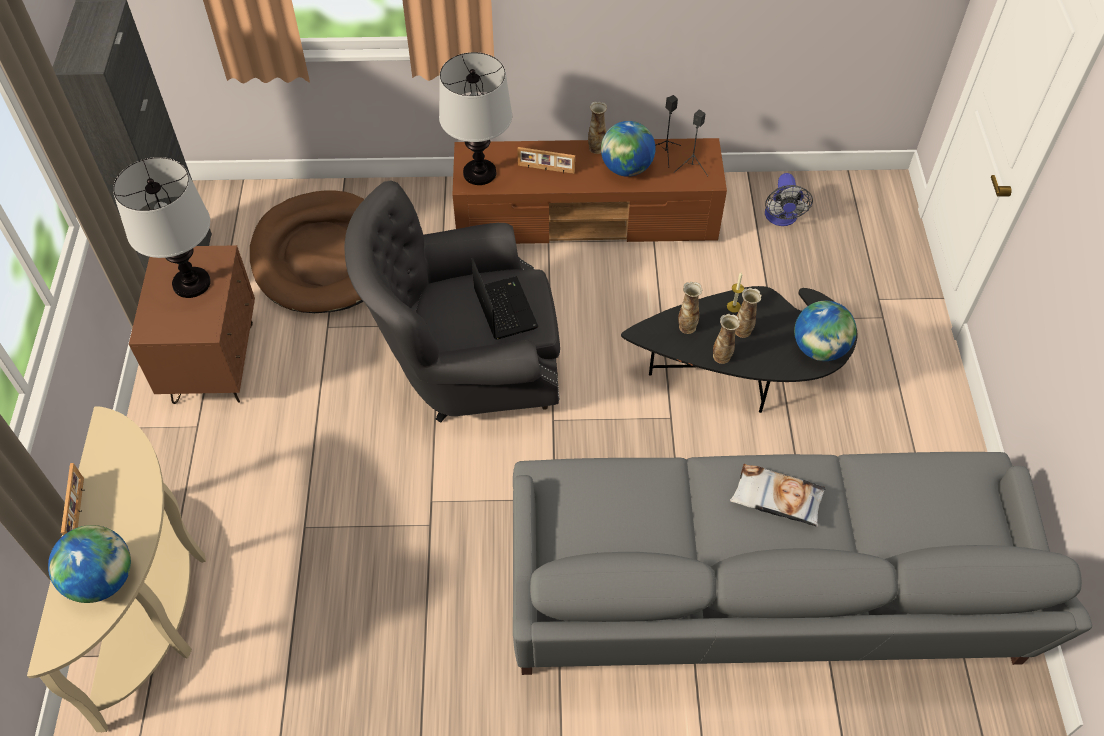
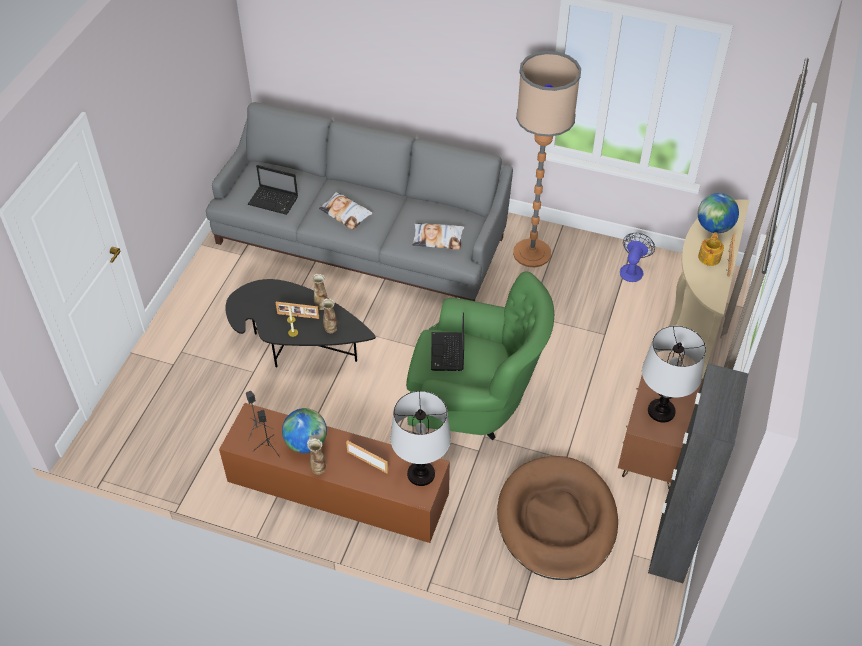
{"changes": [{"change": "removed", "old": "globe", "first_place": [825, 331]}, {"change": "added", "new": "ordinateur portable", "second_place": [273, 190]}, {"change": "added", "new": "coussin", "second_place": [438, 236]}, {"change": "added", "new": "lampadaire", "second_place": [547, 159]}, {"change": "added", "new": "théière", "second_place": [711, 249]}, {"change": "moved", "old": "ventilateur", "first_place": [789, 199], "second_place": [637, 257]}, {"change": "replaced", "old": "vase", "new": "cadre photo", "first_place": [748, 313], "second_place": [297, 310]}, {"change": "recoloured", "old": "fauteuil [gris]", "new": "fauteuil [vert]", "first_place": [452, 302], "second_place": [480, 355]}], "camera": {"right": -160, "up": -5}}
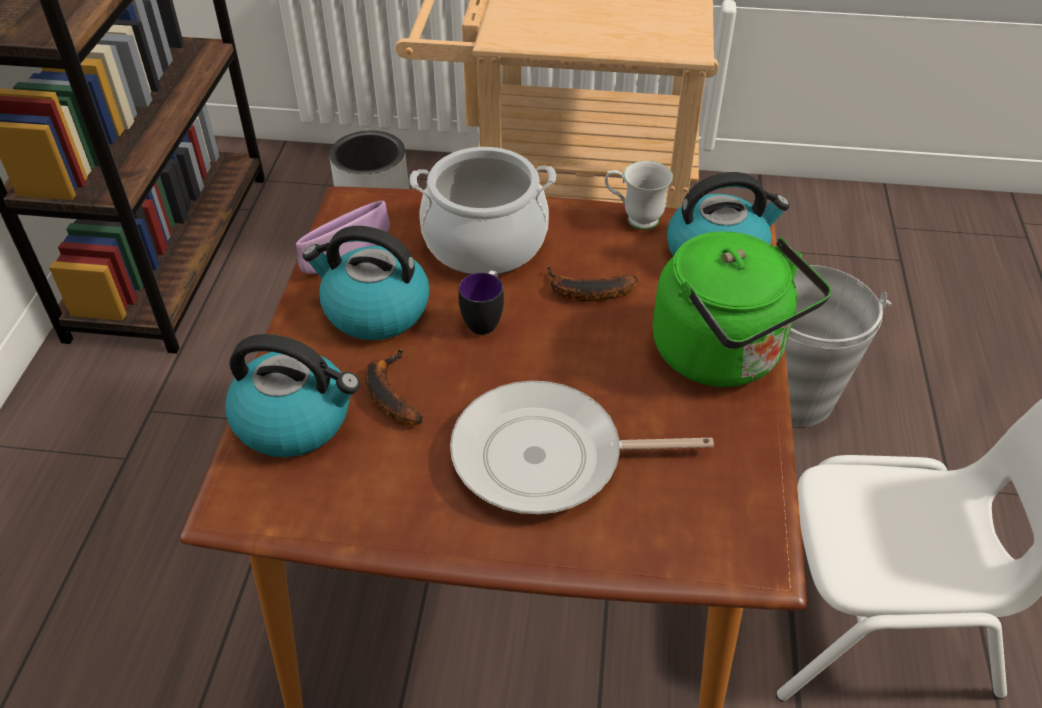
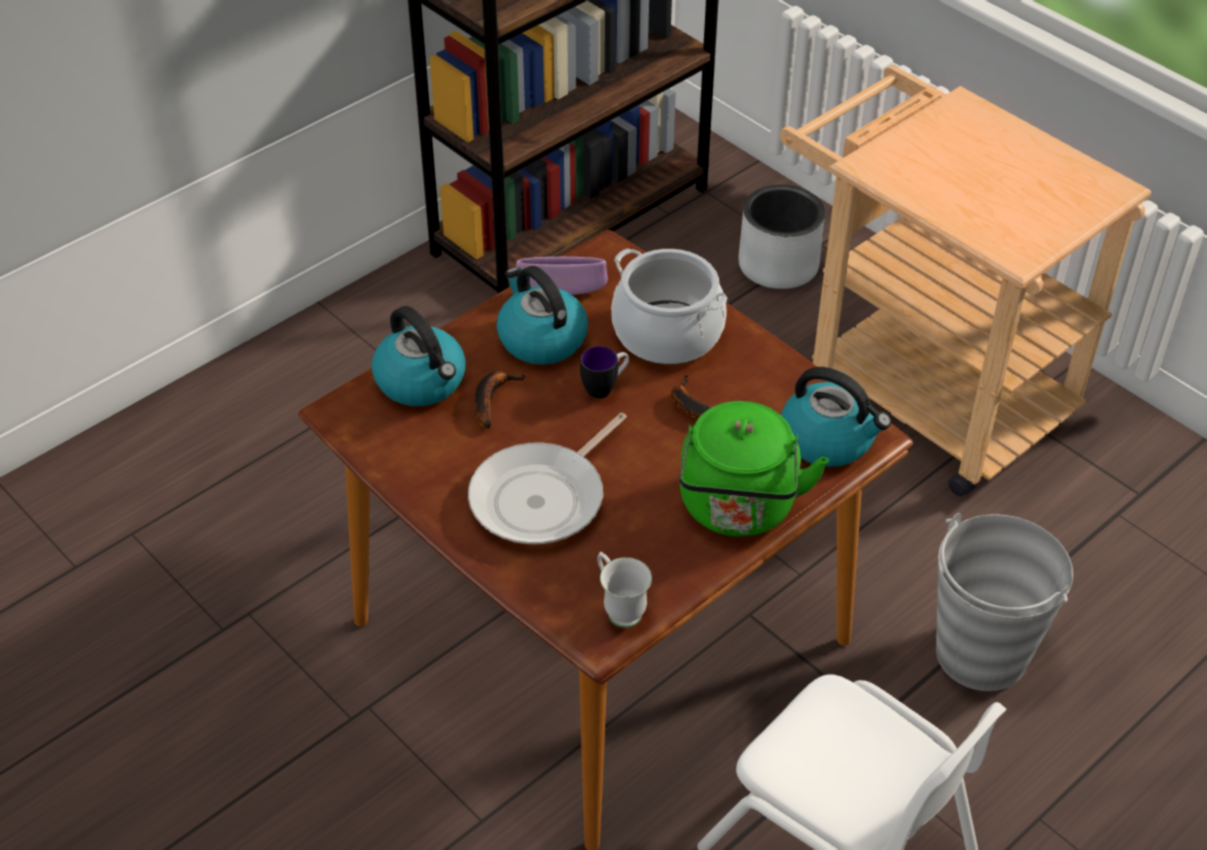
{"changes": [{"change": "moved", "old": "mug [blanc]", "first_place": [639, 195], "second_place": [624, 590]}, {"change": "turned", "old": "poêle", "first_place": [582, 447], "second_place": [547, 478], "degrees": -90}], "camera": {"right": 40, "up": 0}}
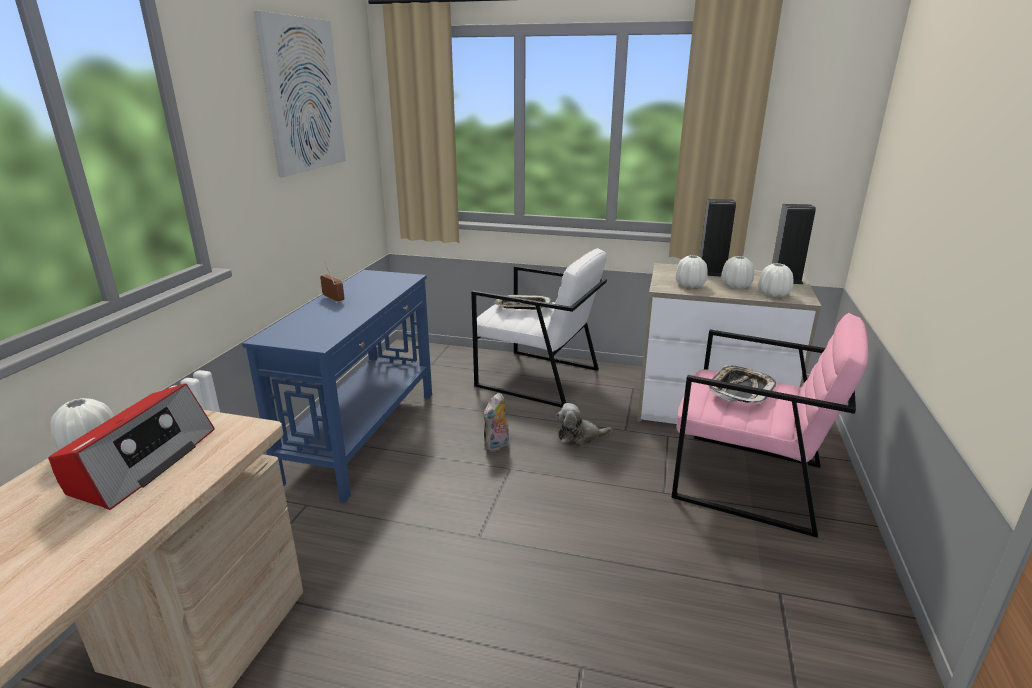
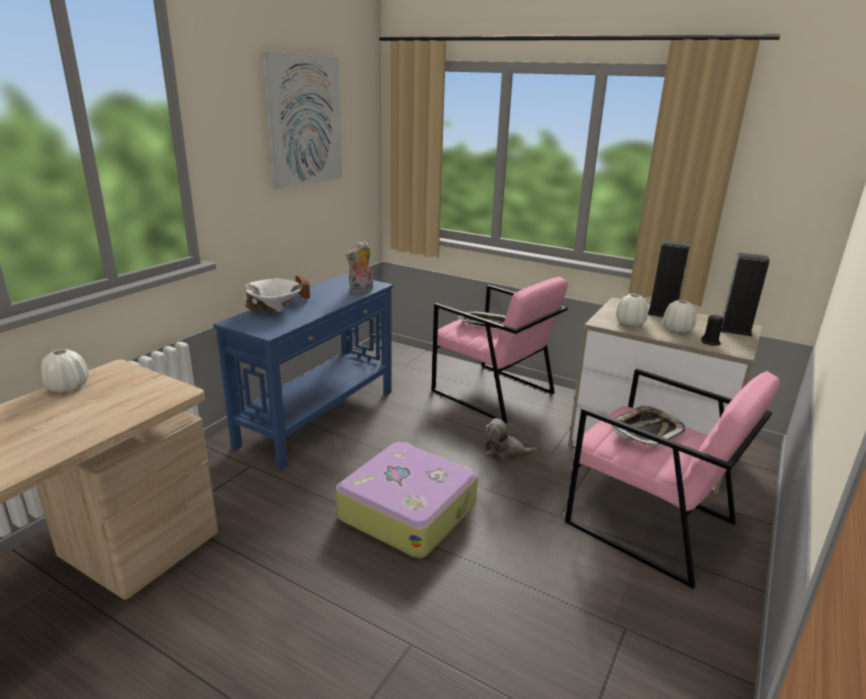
{"changes": [{"change": "removed", "old": "radio", "first_place": [131, 447]}, {"change": "added", "new": "bol [blanc]", "second_place": [273, 296]}, {"change": "added", "new": "valise", "second_place": [407, 500]}, {"change": "moved", "old": "peluche", "first_place": [496, 422], "second_place": [359, 267]}, {"change": "replaced", "old": "vase [blanc]", "new": "bougie [noir]", "first_place": [775, 280], "second_place": [712, 330]}, {"change": "recoloured", "old": "fauteuil [blanc]", "new": "fauteuil [rose]", "first_place": [539, 328], "second_place": [499, 350]}], "camera": {"right": 15, "up": 0}}
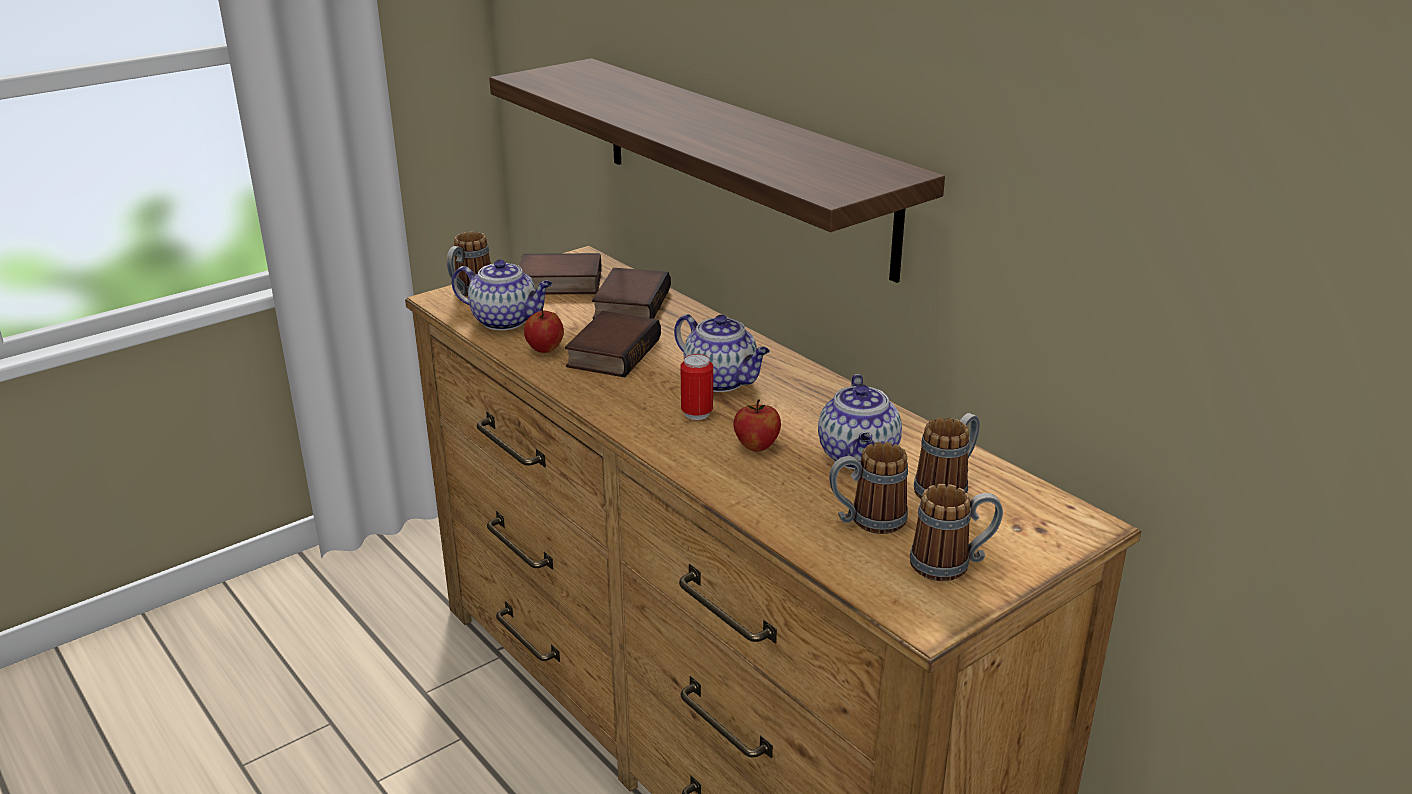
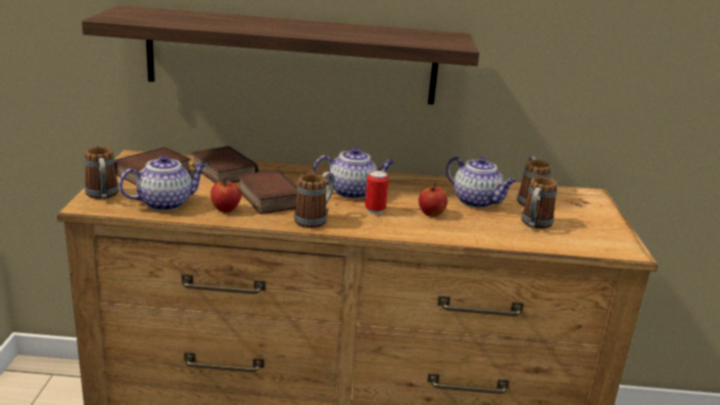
{"changes": [{"change": "moved", "old": "mug", "first_place": [956, 532], "second_place": [314, 200]}], "camera": {"right": -50, "up": -5}}
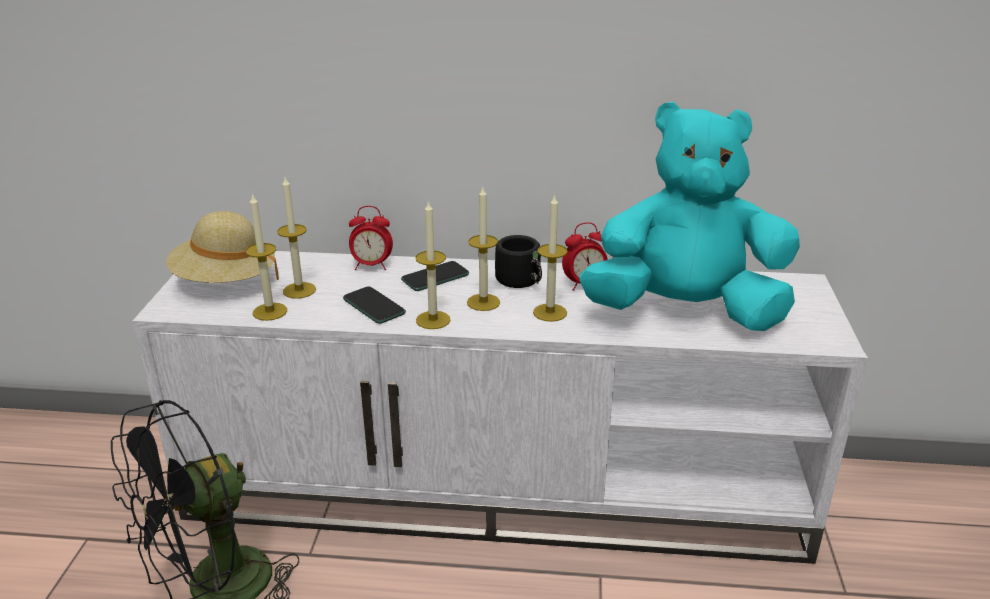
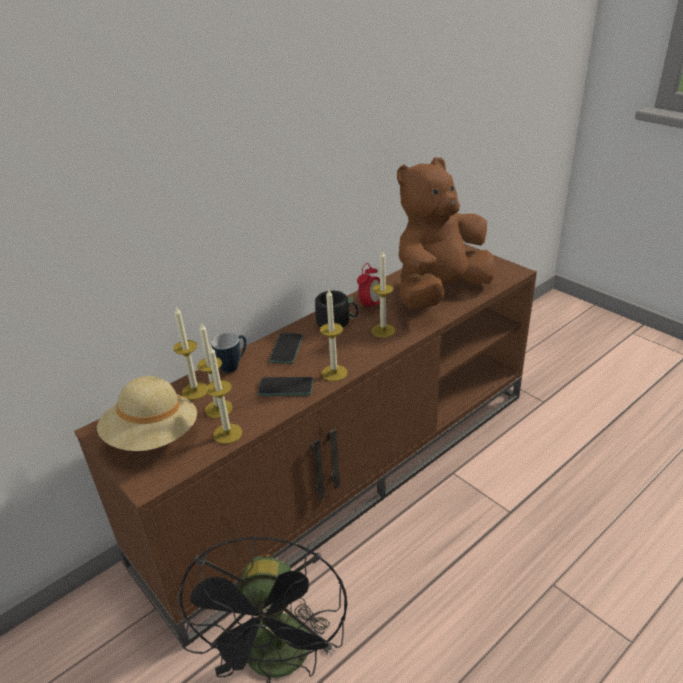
{"changes": [{"change": "moved", "old": "bougie", "first_place": [483, 248], "second_place": [190, 353]}, {"change": "replaced", "old": "réveil", "new": "mug", "first_place": [371, 238], "second_place": [228, 353]}, {"change": "recoloured", "old": "meuble télé [blanc]", "new": "meuble télé [marron]", "first_place": [500, 407], "second_place": [305, 446]}, {"change": "recoloured", "old": "peluche [turquoise]", "new": "peluche [marron]", "first_place": [689, 216], "second_place": [446, 233]}], "camera": {"right": -45, "up": 5}}
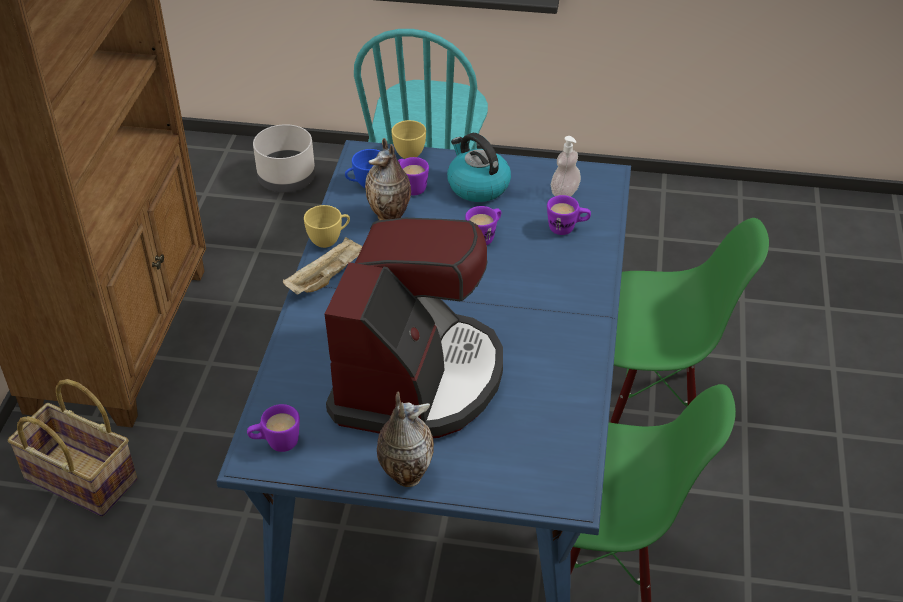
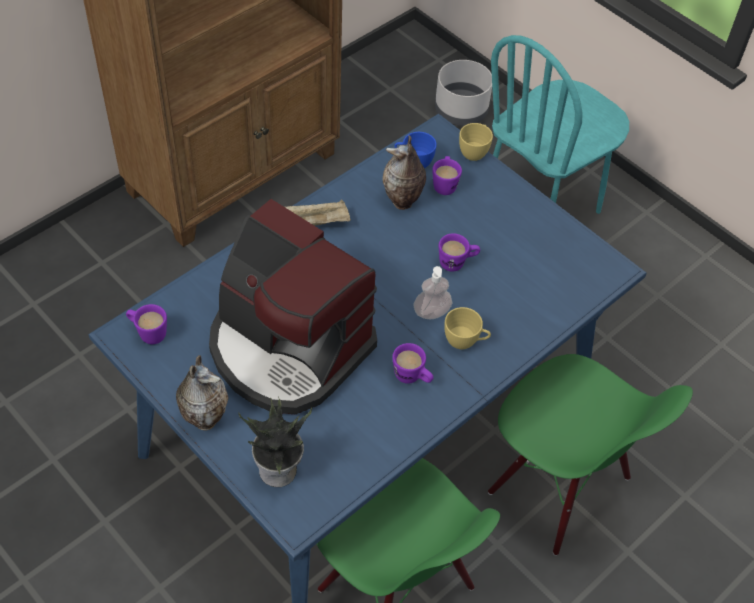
{"changes": [{"change": "removed", "old": "panier", "first_place": [72, 448]}, {"change": "removed", "old": "bouilloire", "first_place": [479, 167]}, {"change": "added", "new": "plante en pot", "second_place": [275, 441]}, {"change": "moved", "old": "tasse [jaune]", "first_place": [327, 226], "second_place": [467, 328]}, {"change": "moved", "old": "mug [violet]", "first_place": [569, 215], "second_place": [412, 363]}, {"change": "moved", "old": "distributeur de savon", "first_place": [566, 166], "second_place": [432, 292]}, {"change": "turned", "old": "machine à café", "first_place": [414, 328], "second_place": [293, 306], "degrees": 75}], "camera": {"right": 35, "up": 10}}
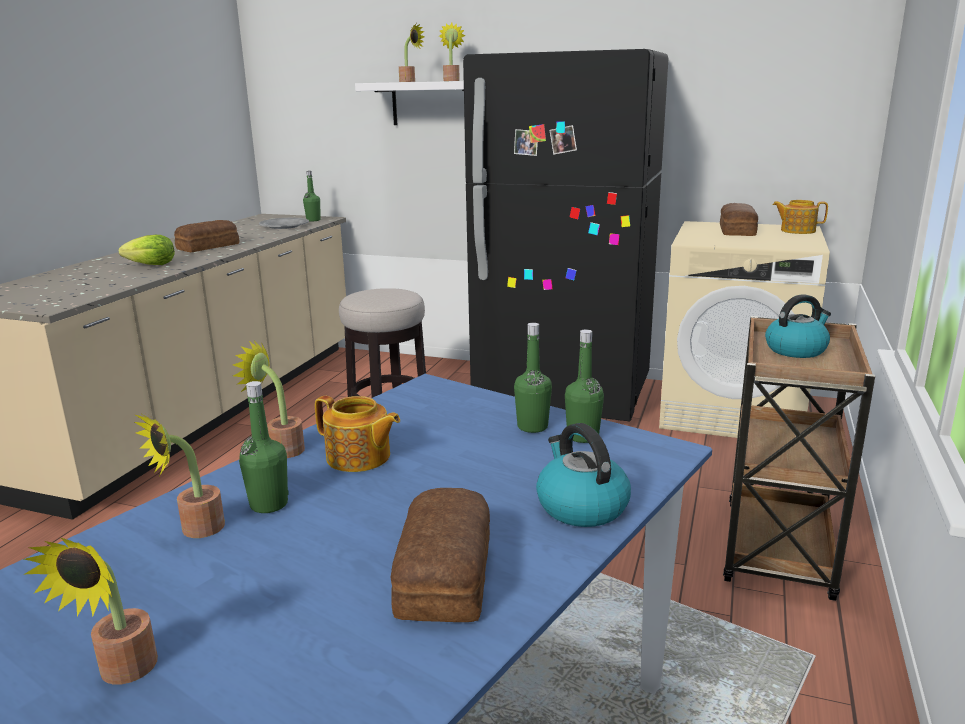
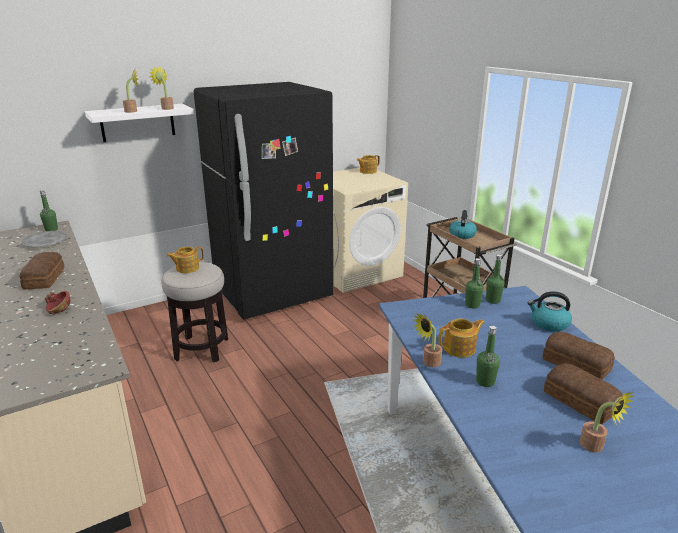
{"changes": [{"change": "removed", "old": "plante en pot", "first_place": [179, 475]}, {"change": "added", "new": "théière", "second_place": [185, 259]}, {"change": "moved", "old": "pain", "first_place": [739, 219], "second_place": [583, 393]}, {"change": "replaced", "old": "laitue", "new": "bol [rouge]", "first_place": [147, 250], "second_place": [58, 303]}], "camera": {"right": -50, "up": 5}}
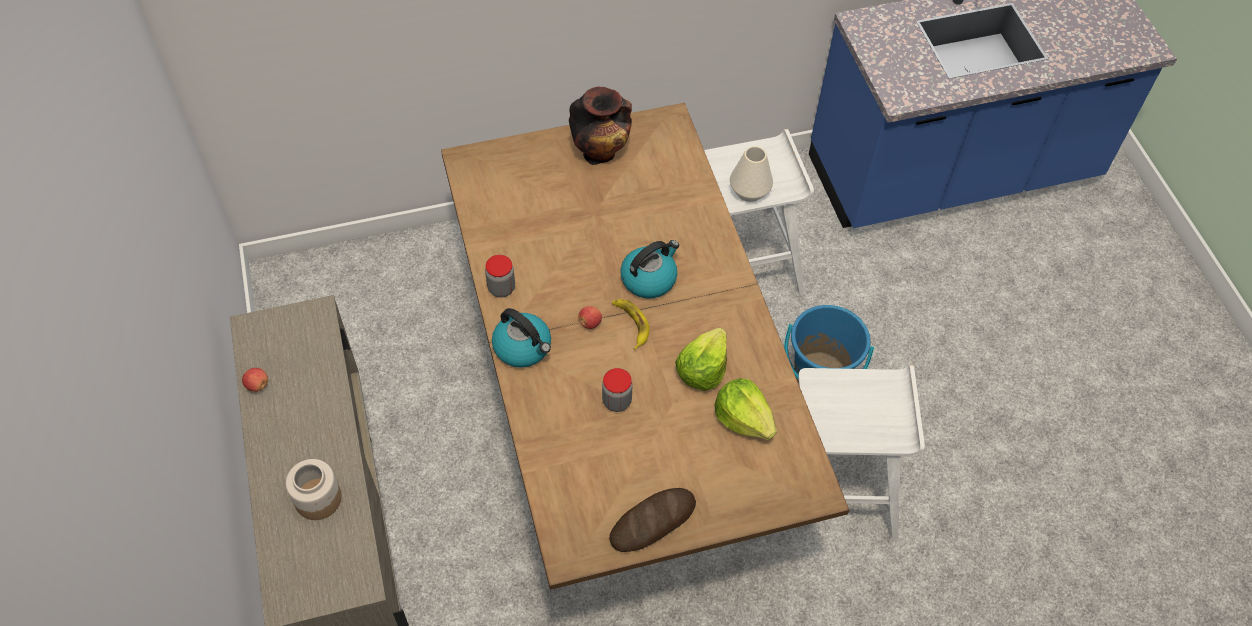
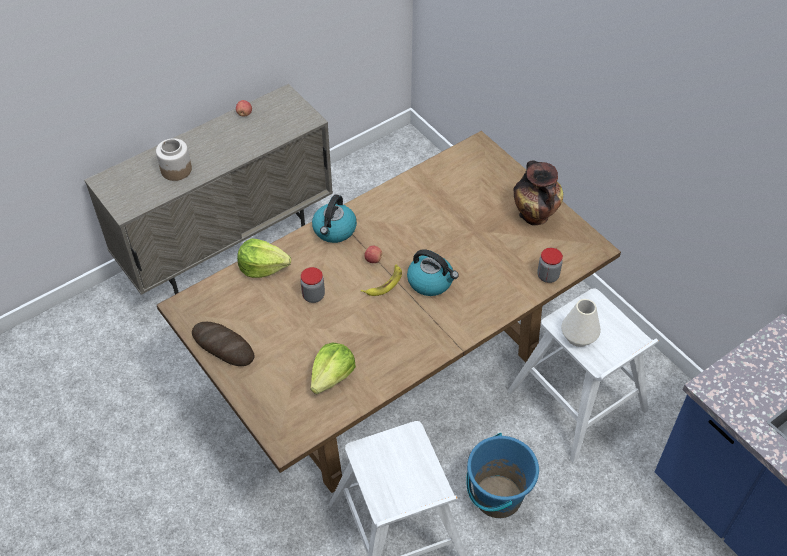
{"changes": [{"change": "moved", "old": "bocal", "first_place": [500, 276], "second_place": [550, 265]}, {"change": "moved", "old": "laitue", "first_place": [701, 359], "second_place": [264, 258]}], "camera": {"right": 70, "up": -5}}
